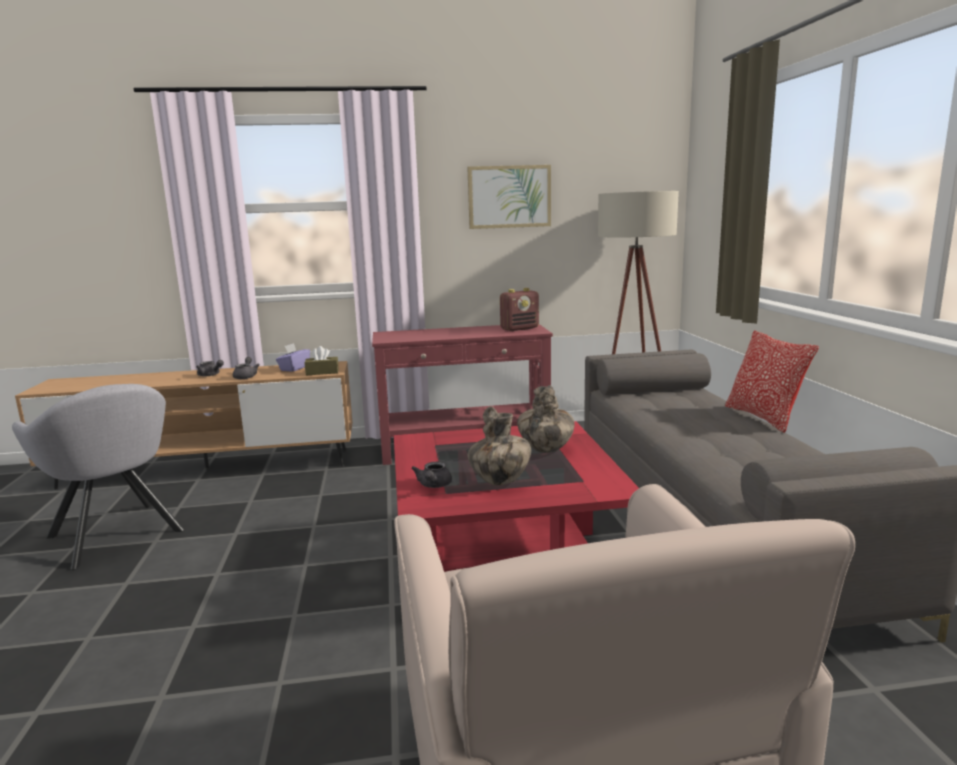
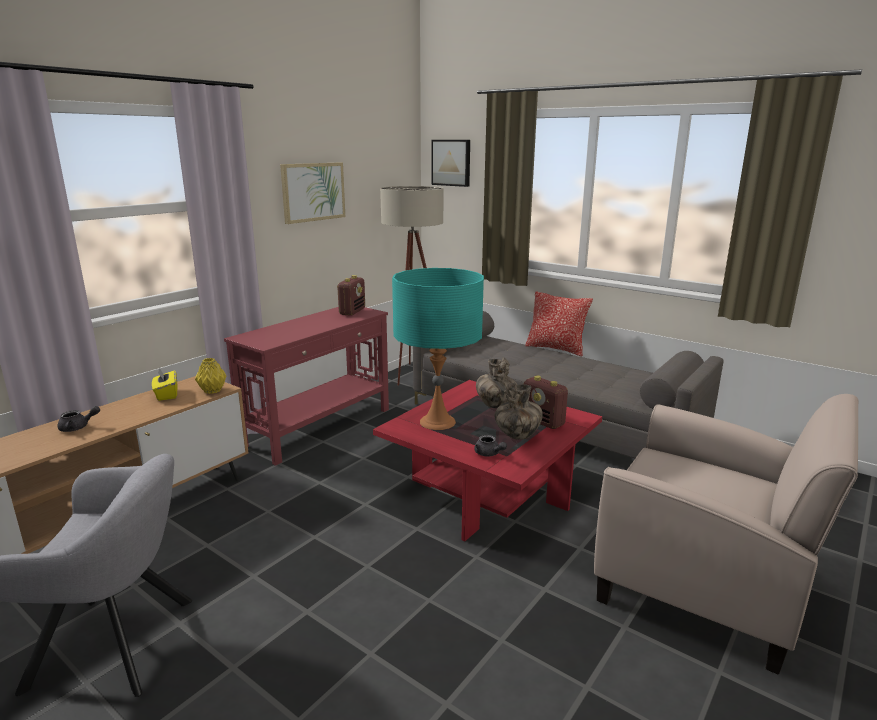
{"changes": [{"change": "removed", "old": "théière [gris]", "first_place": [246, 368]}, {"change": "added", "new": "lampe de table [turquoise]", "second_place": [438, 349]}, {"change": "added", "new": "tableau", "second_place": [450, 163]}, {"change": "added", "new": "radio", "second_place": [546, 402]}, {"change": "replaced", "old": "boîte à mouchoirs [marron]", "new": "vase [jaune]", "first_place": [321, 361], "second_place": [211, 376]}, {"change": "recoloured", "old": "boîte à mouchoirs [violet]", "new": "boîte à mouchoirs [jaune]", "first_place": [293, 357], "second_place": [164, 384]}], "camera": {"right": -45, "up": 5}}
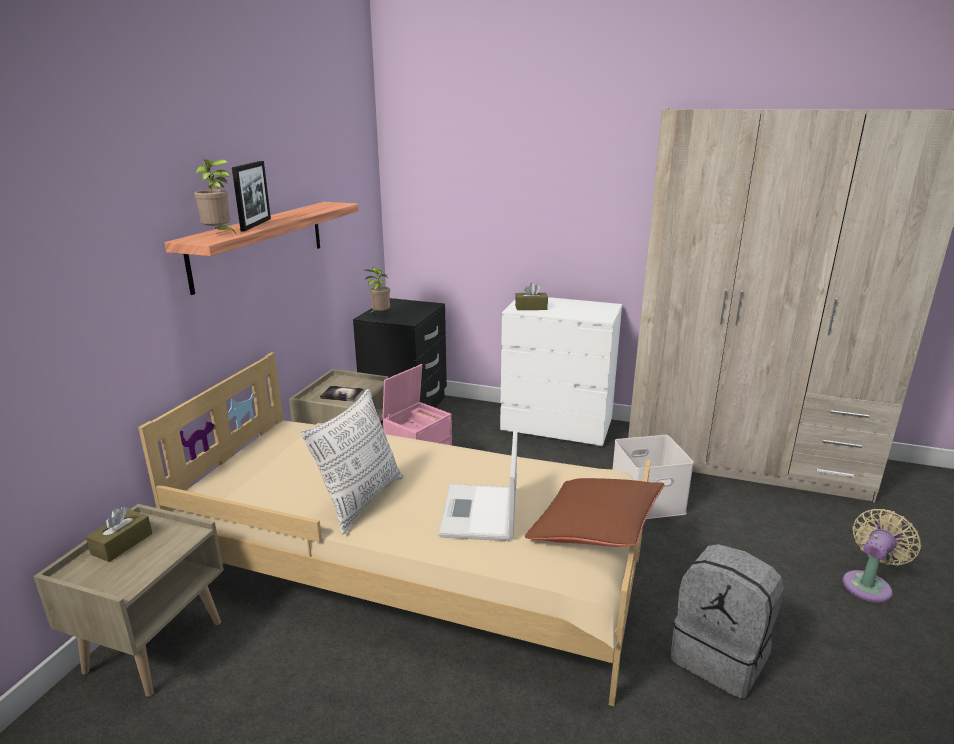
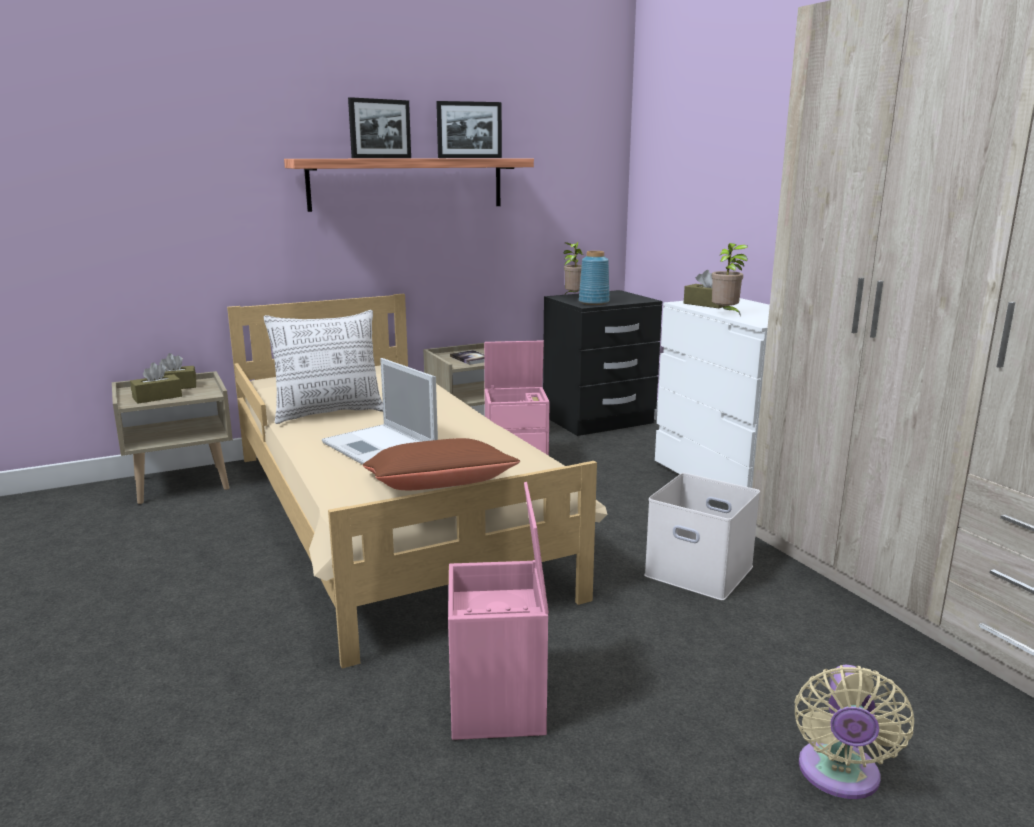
{"changes": [{"change": "added", "new": "boîte à mouchoirs [marron]", "second_place": [156, 382]}, {"change": "added", "new": "cadre photo", "second_place": [469, 129]}, {"change": "added", "new": "vase [bleu]", "second_place": [594, 278]}, {"change": "moved", "old": "plante en pot", "first_place": [215, 196], "second_place": [730, 279]}, {"change": "replaced", "old": "sac à dos [gris]", "new": "boîte de rangement [rose]", "first_place": [727, 621], "second_place": [498, 611]}, {"change": "turned", "old": "ordinateur portable", "first_place": [478, 486], "second_place": [380, 411], "degrees": -90}, {"change": "turned", "old": "ventilateur [beige]", "first_place": [882, 556], "second_place": [854, 732], "degrees": 105}], "camera": {"right": 45, "up": -5}}
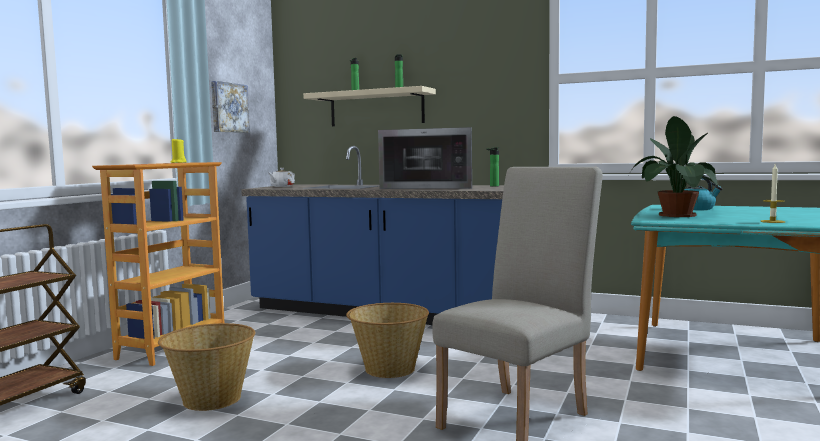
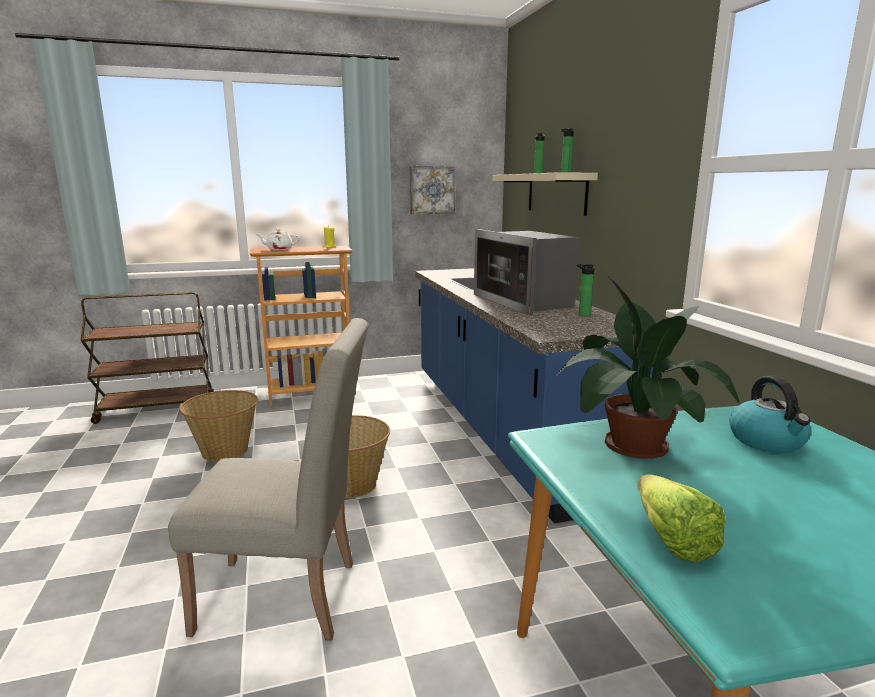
{"changes": [{"change": "moved", "old": "théière [blanc]", "first_place": [281, 177], "second_place": [278, 239]}, {"change": "replaced", "old": "bougie", "new": "laitue", "first_place": [773, 193], "second_place": [681, 518]}], "camera": {"right": 50, "up": 10}}
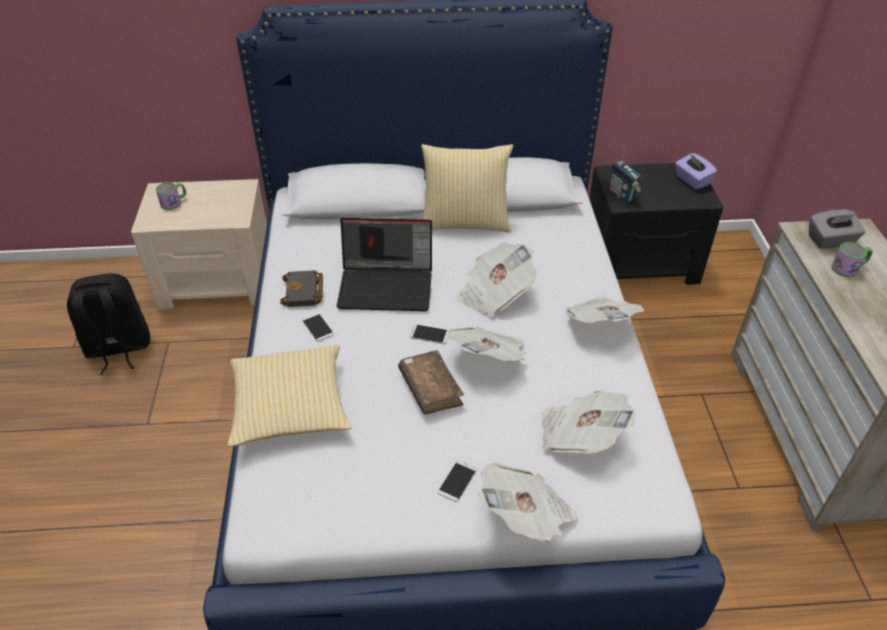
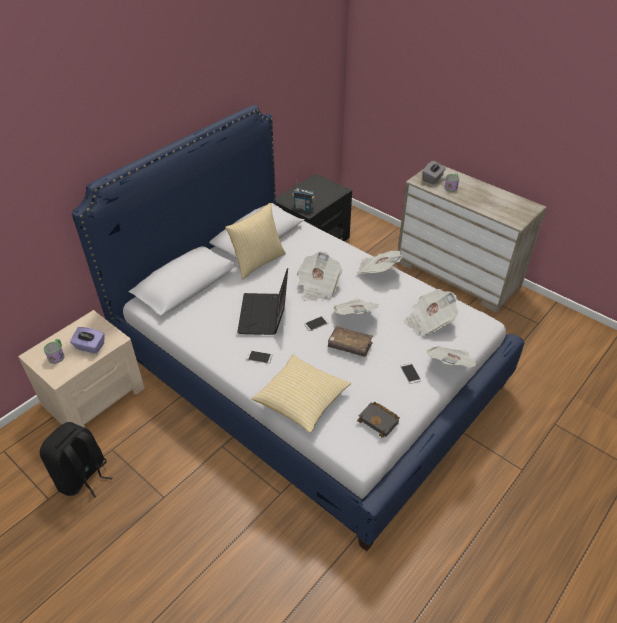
{"changes": [{"change": "moved", "old": "livre [noir]", "first_place": [301, 288], "second_place": [378, 419]}, {"change": "moved", "old": "boîte à mouchoirs [violet]", "first_place": [696, 171], "second_place": [87, 340]}, {"change": "turned", "old": "ordinateur portable", "first_place": [384, 264], "second_place": [262, 301], "degrees": 135}], "camera": {"right": -45, "up": 0}}
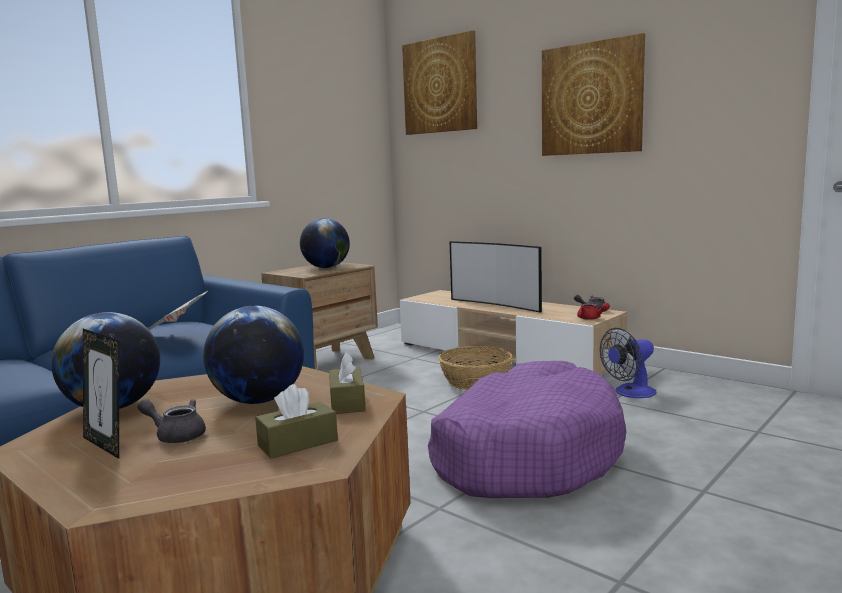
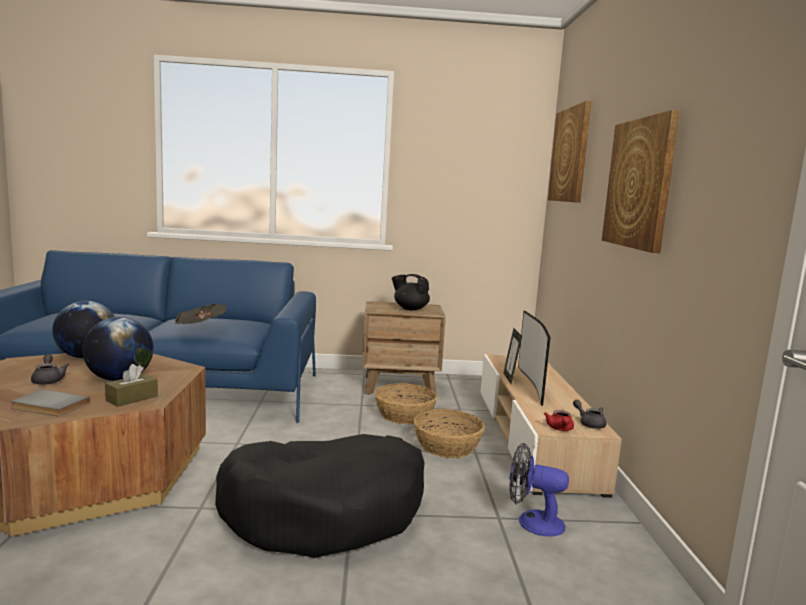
{"changes": [{"change": "added", "new": "panier", "second_place": [405, 403]}, {"change": "moved", "old": "cadre photo", "first_place": [101, 394], "second_place": [513, 356]}, {"change": "replaced", "old": "boîte à mouchoirs [marron]", "new": "livre [gris]", "first_place": [296, 421], "second_place": [50, 402]}, {"change": "replaced", "old": "globe", "new": "théière [noir]", "first_place": [325, 243], "second_place": [411, 292]}, {"change": "recoloured", "old": "panier pour chien [violet]", "new": "panier pour chien [noir]", "first_place": [527, 429], "second_place": [320, 496]}], "camera": {"right": 45, "up": 0}}
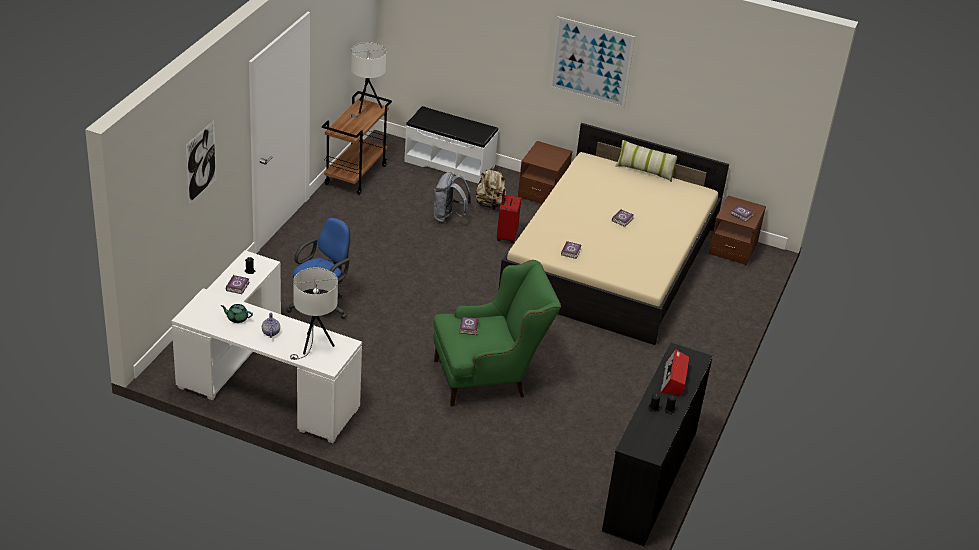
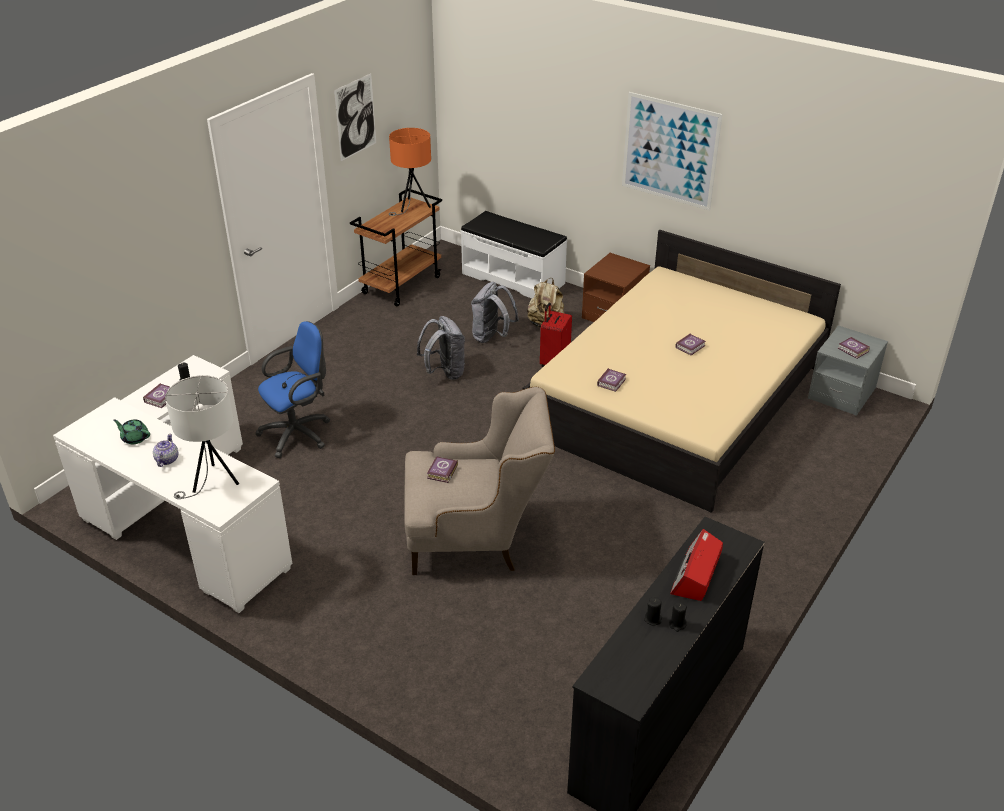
{"changes": [{"change": "removed", "old": "coussin", "first_place": [646, 161]}, {"change": "added", "new": "sac à dos [gris]", "second_place": [441, 348]}, {"change": "moved", "old": "tableau", "first_place": [201, 162], "second_place": [355, 117]}, {"change": "recoloured", "old": "lampe de table [blanc]", "new": "lampe de table [orange]", "first_place": [367, 79], "second_place": [410, 172]}, {"change": "recoloured", "old": "fauteuil [vert]", "new": "fauteuil [beige]", "first_place": [497, 333], "second_place": [479, 481]}, {"change": "recoloured", "old": "table de chevet [marron]", "new": "table de chevet [gris]", "first_place": [737, 230], "second_place": [848, 370]}], "camera": {"right": 15, "up": 0}}
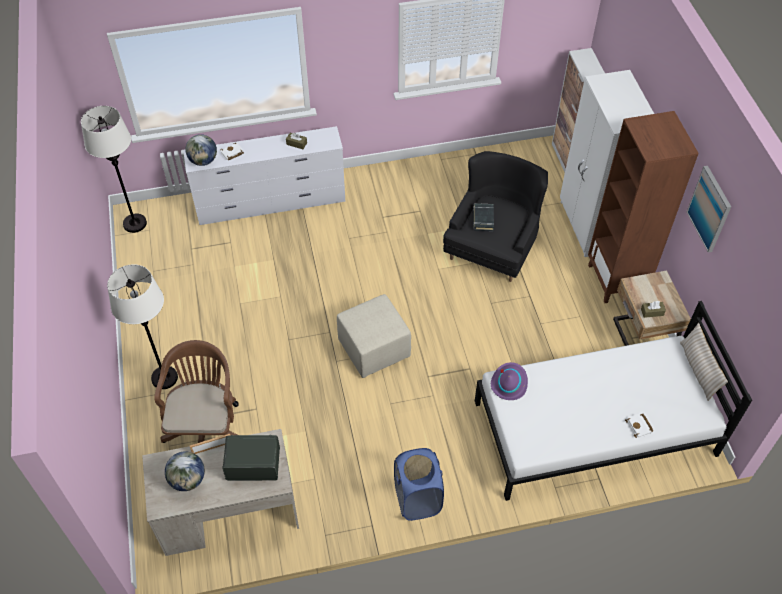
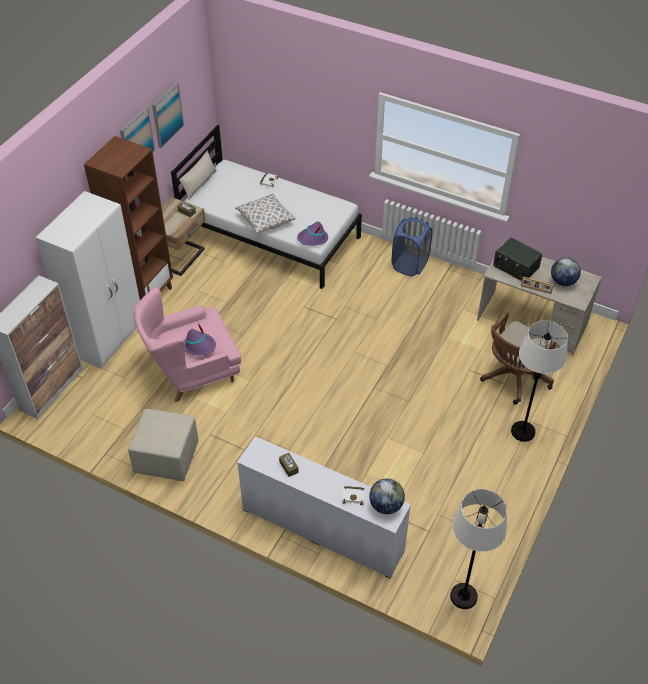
{"changes": [{"change": "added", "new": "tableau", "second_place": [168, 115]}, {"change": "added", "new": "coussin", "second_place": [265, 213]}, {"change": "moved", "old": "pouf [beige]", "first_place": [374, 336], "second_place": [163, 445]}, {"change": "replaced", "old": "livre [noir]", "new": "chapeau [violet]", "first_place": [483, 217], "second_place": [200, 339]}, {"change": "recoloured", "old": "fauteuil [noir]", "new": "fauteuil [rose]", "first_place": [495, 216], "second_place": [187, 345]}], "camera": {"right": -140, "up": -5}}
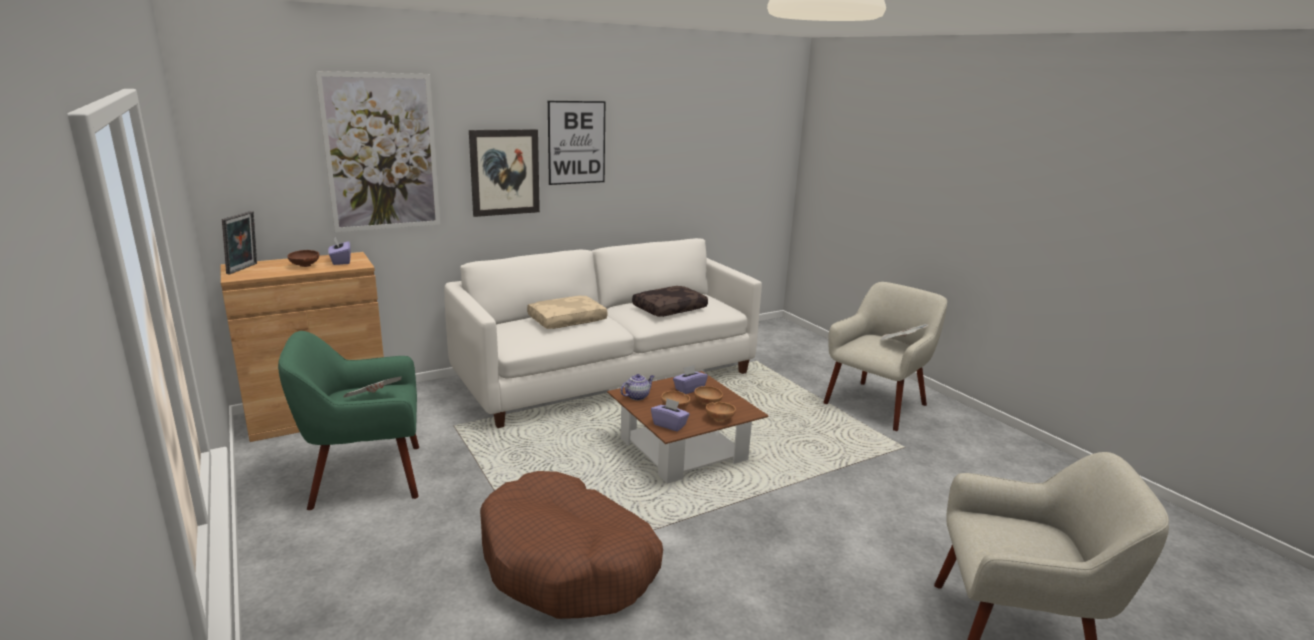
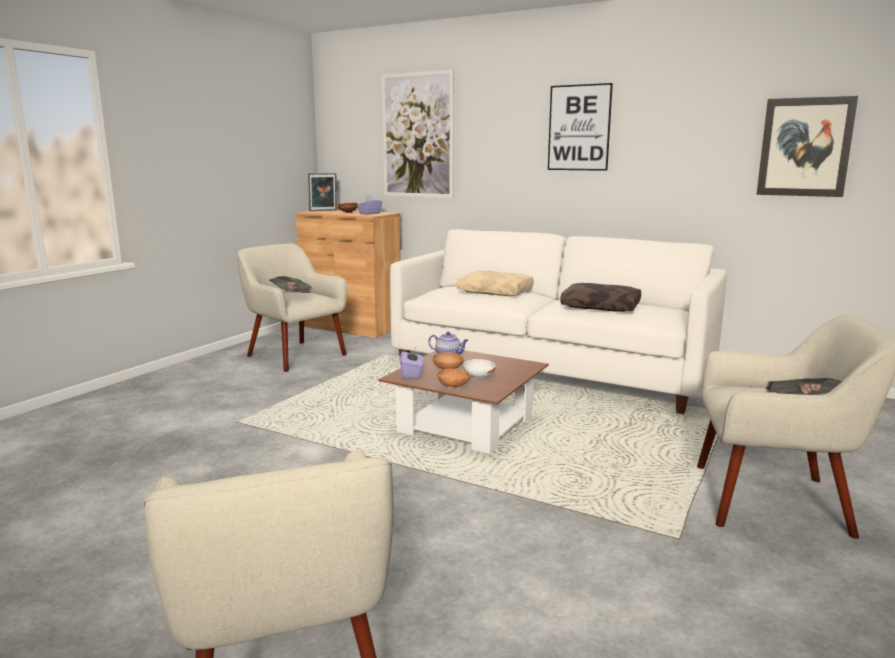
{"changes": [{"change": "removed", "old": "panier pour chien [marron]", "first_place": [571, 545]}, {"change": "removed", "old": "boîte à mouchoirs [violet]", "first_place": [690, 379]}, {"change": "moved", "old": "tableau", "first_place": [504, 173], "second_place": [807, 146]}, {"change": "recoloured", "old": "fauteuil [vert]", "new": "fauteuil [beige]", "first_place": [348, 420], "second_place": [292, 307]}, {"change": "recoloured", "old": "bol [marron]", "new": "bol [blanc]", "first_place": [708, 395], "second_place": [479, 369]}], "camera": {"right": 60, "up": -5}}
